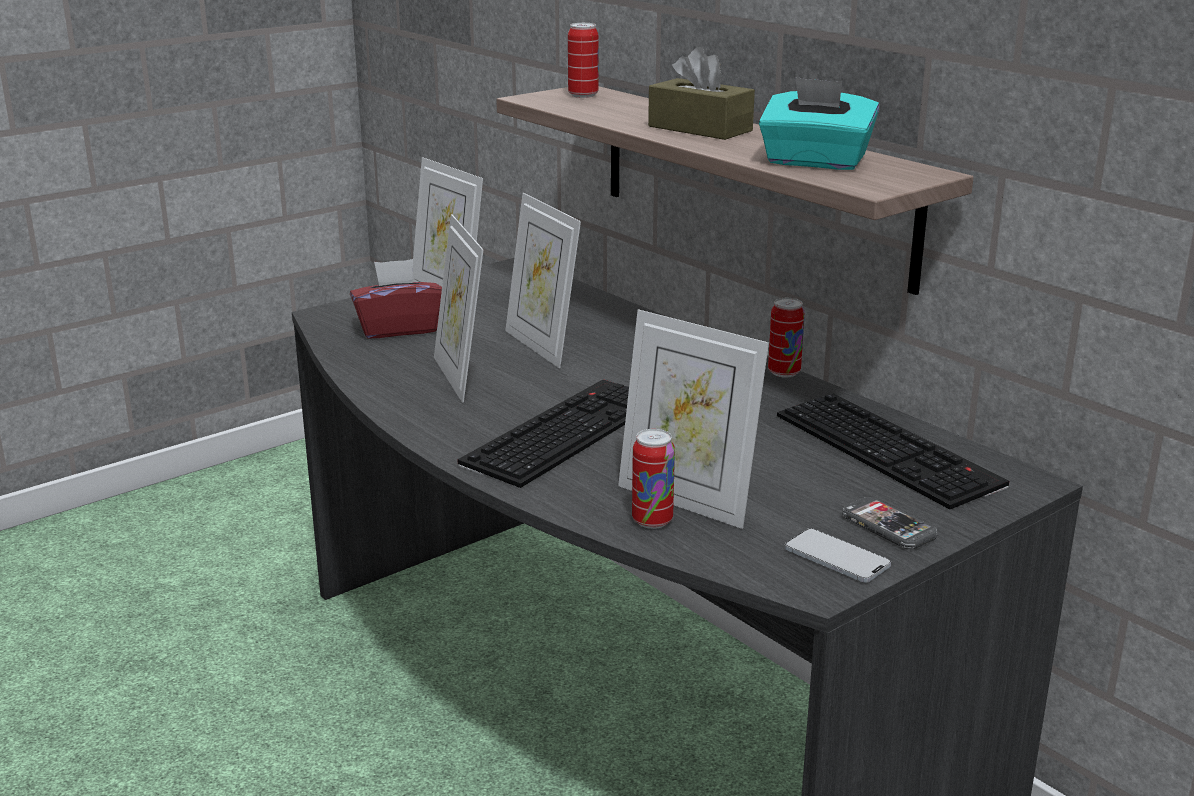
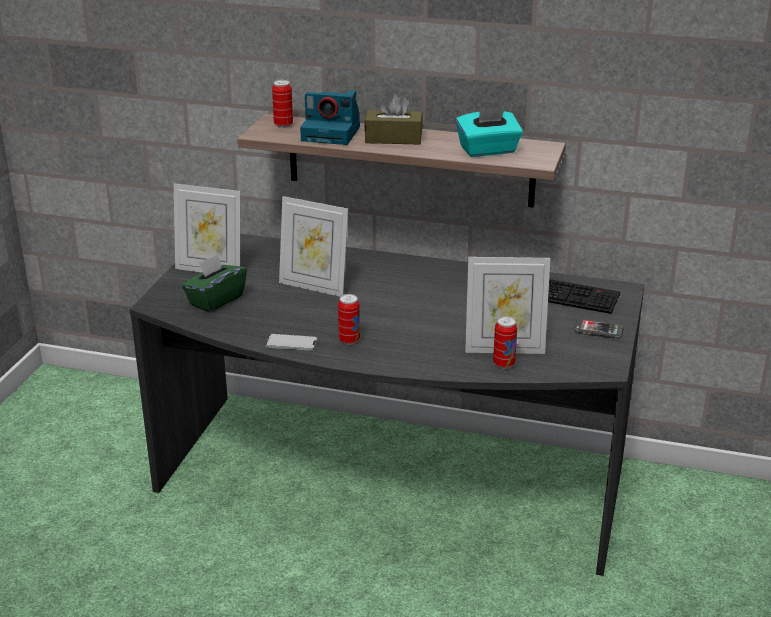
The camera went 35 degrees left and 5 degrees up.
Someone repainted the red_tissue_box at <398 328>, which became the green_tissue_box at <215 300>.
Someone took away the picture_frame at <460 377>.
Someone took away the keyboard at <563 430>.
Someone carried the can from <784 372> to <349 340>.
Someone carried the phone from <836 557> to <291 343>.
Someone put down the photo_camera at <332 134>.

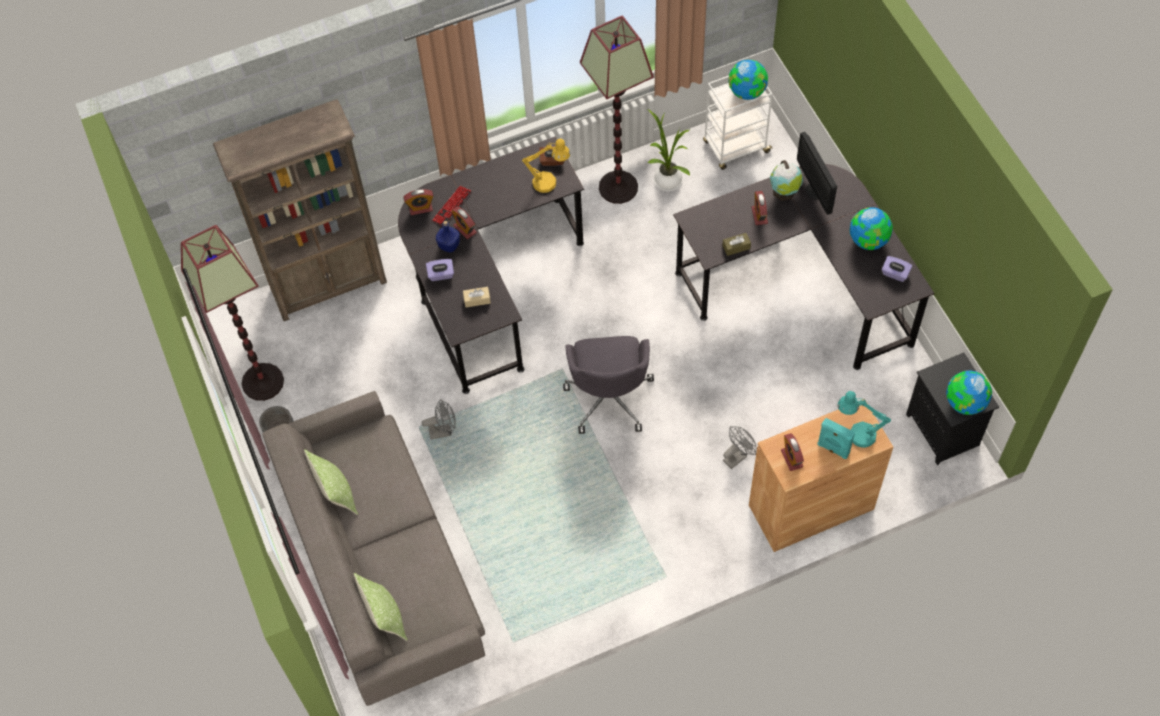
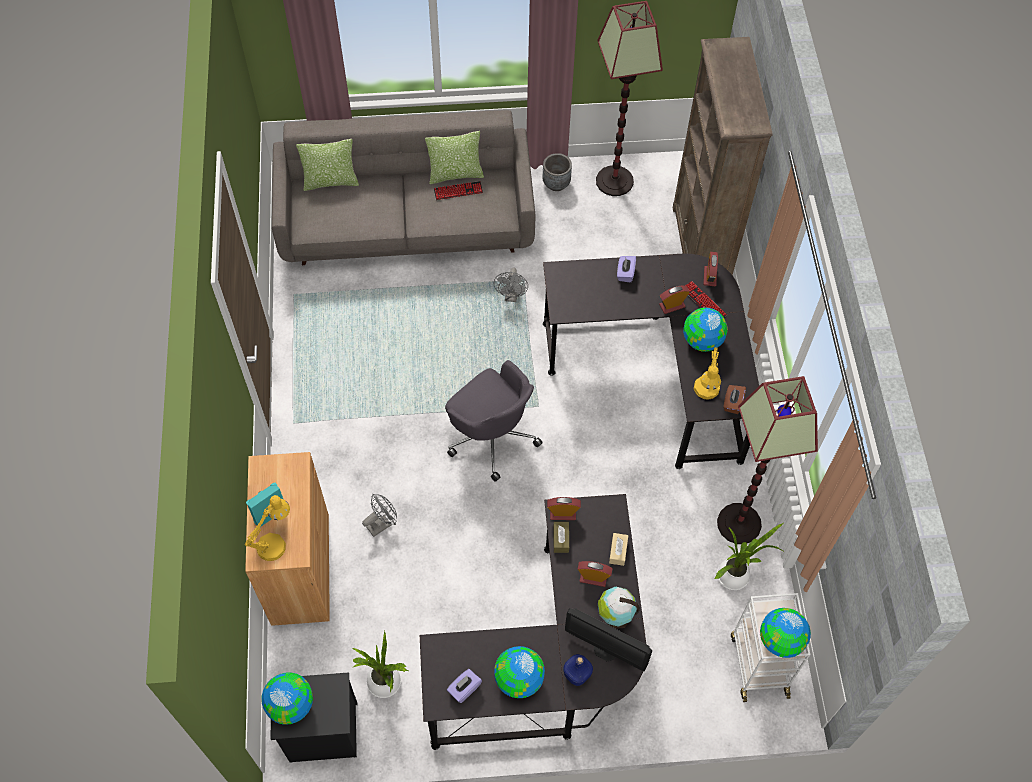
The camera went 105 degrees right and 0 degrees up.
Someone carried the blue_bottle from <449 246> to <576 675>.
Someone carried the beige_tissue_box from <477 300> to <618 551>.
Someone rotated the grey_office_chair at <609 397> by 150 degrees counterclockwise.
Someone rotated the grey_fan at <737 456> by 105 degrees counterclockwise.
Someone carried the alarm_clock from <791 458> to <563 513>.
Someone rotated the monitor at <815 191> by 150 degrees counterclockwise.
Someone repainted the turquoise_table_lamp at <856 433>, which became the yellow_table_lamp at <276 542>.
Someone put down the potted_plant at <386 684>.
Someone put down the keyboard at <458 191>.
Someone put down the globe at <702 341>.

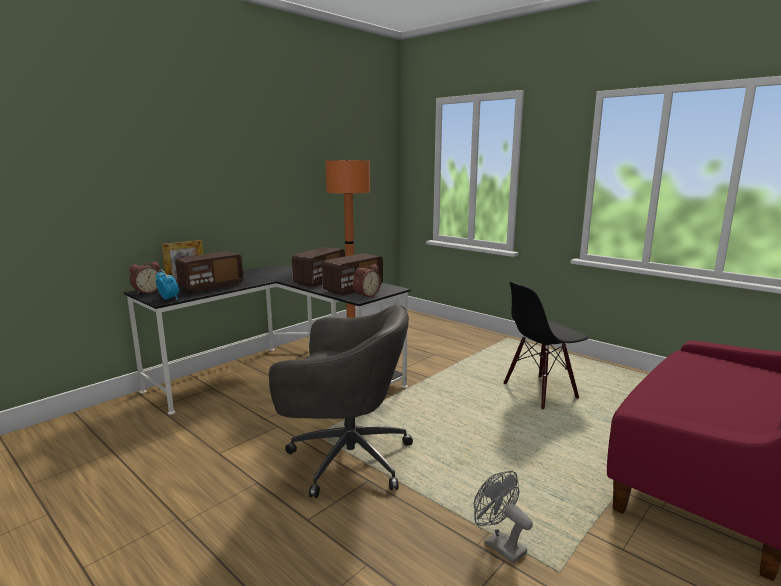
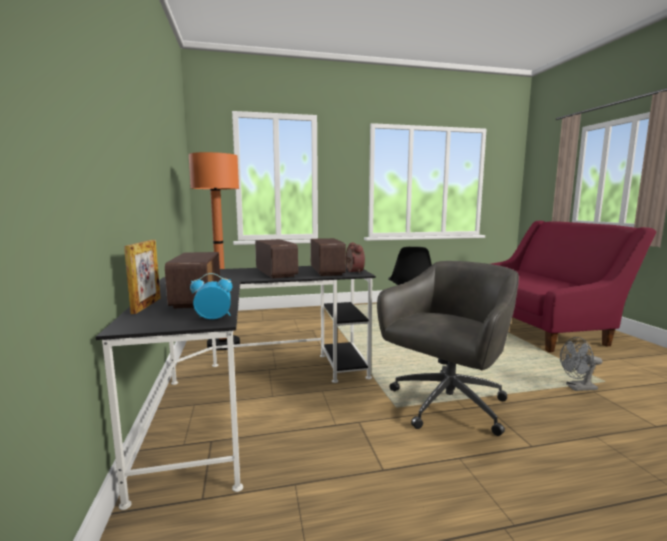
The camera went 55 degrees left and 5 degrees down.
Someone took away the alarm_clock at <147 292>.

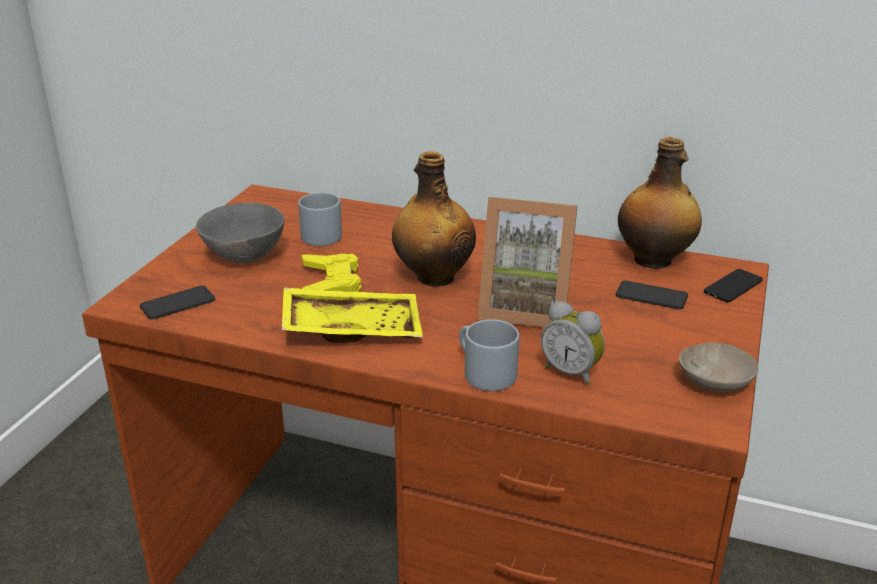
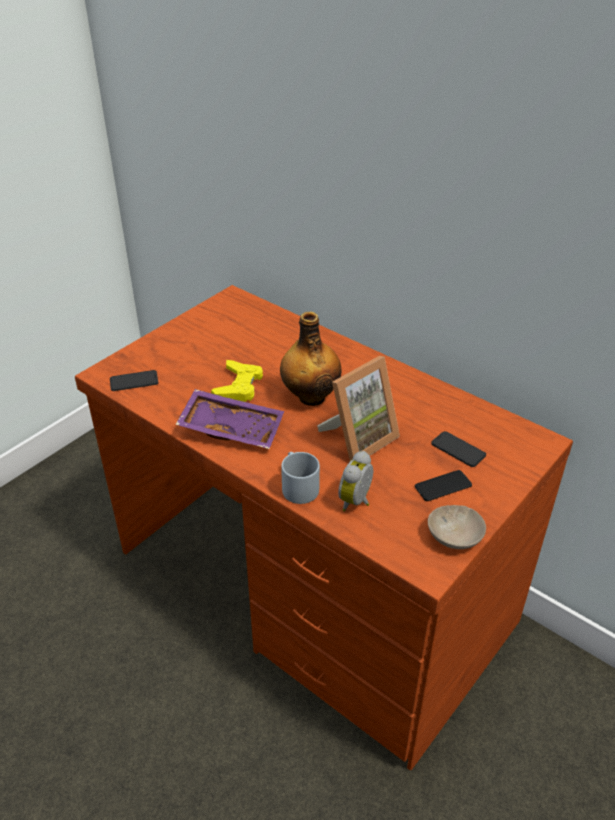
The camera went 20 degrees right and 10 degrees up.
Someone took away the grey_bowl at <244 258>.
Someone repainted the yellow_tray at <352 328>, which became the purple_tray at <232 427>.
Someone took away the grey_mug at <325 234>.
Someone rotated the picture_frame at <525 308> by 75 degrees counterclockwise.
Someone rotated the alarm_clock at <571 372> by 60 degrees clockwise.
Someone took away the bottle at <654 260>.
Someone carried the phone from <733 286> to <443 486>.

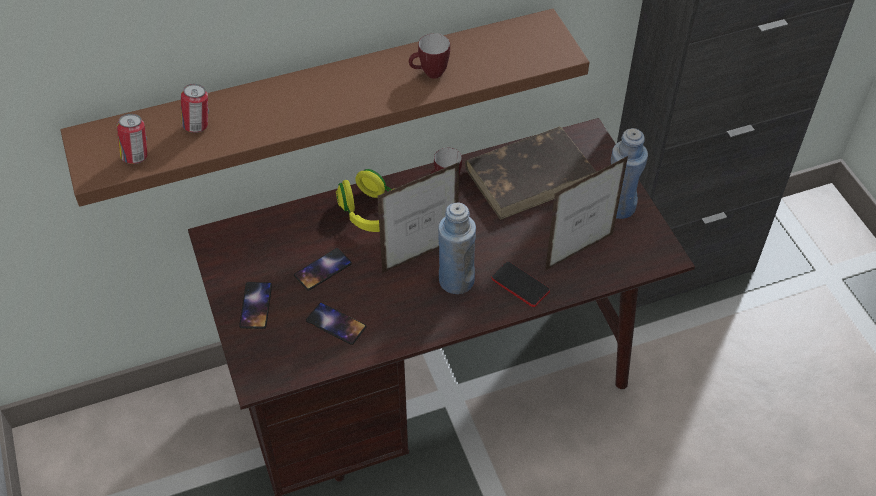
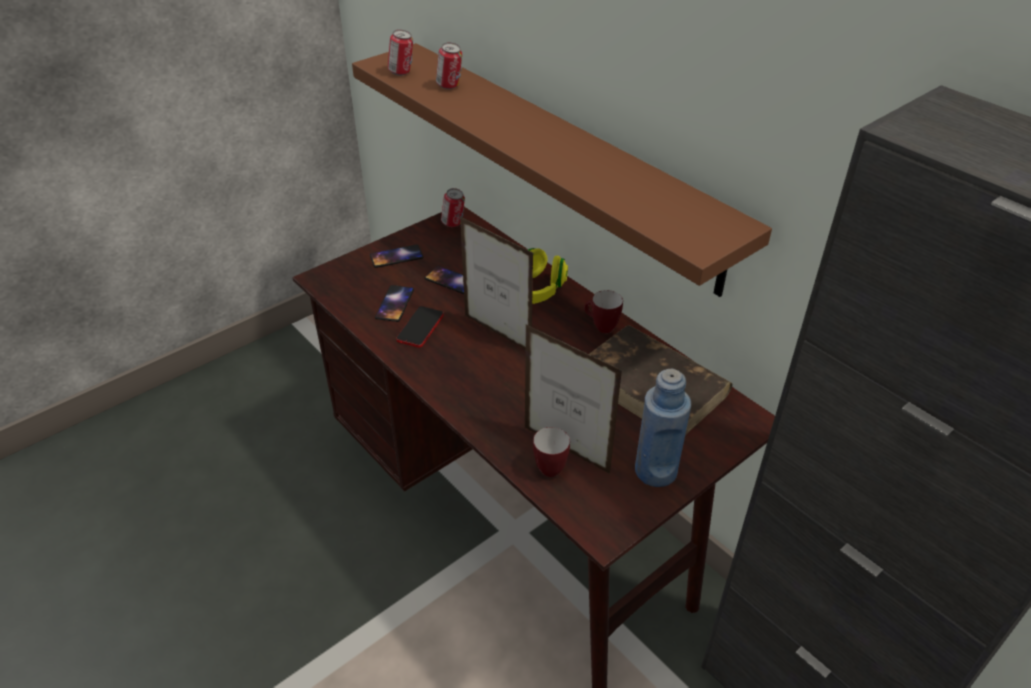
The camera went 70 degrees right and 10 degrees down.
Someone carried the mug from <429 74> to <546 467>.
Someone took away the blue_bottle at <456 280>.
Someone carried the phone from <520 285> to <420 328>.
Someone put down the can at <453 224>.

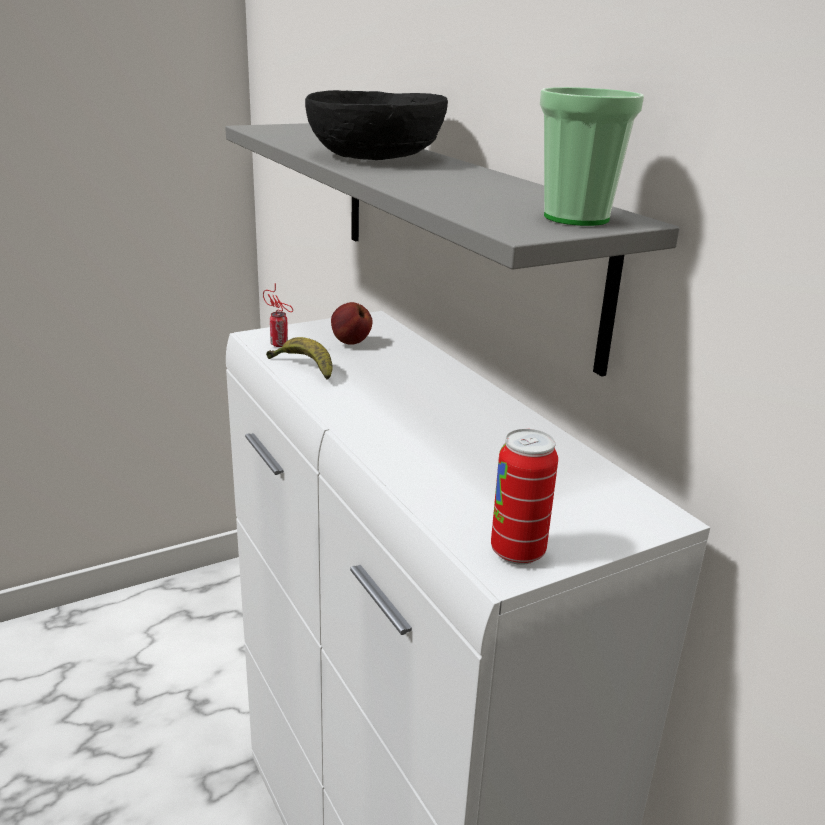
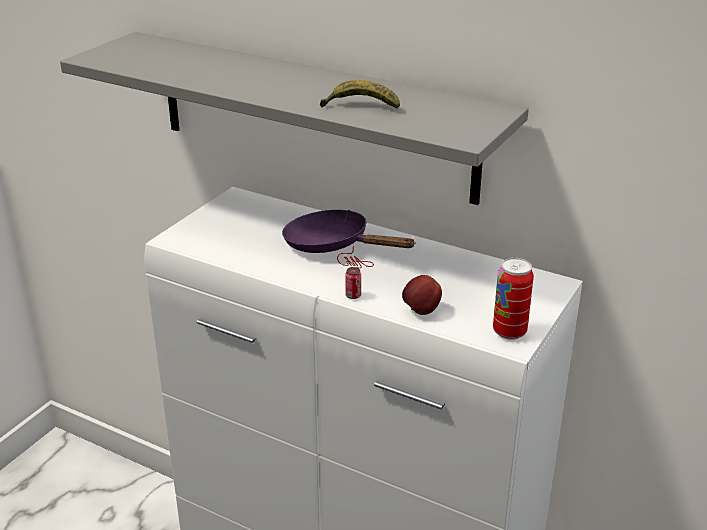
The camera went 30 degrees left and 5 degrees up.
Someone carried the can from <281 345> to <355 296>.
Someone carried the banana from <304 368> to <360 106>.
Someone took away the black_bowl at <375 156>.
Someone carried the apple from <350 342> to <421 311>.
Someone took away the cup at <576 218>.
Someone put down the purple_frying_pan at <333 245>.

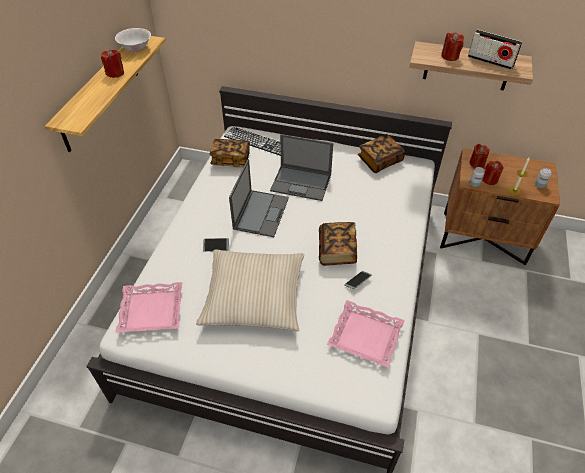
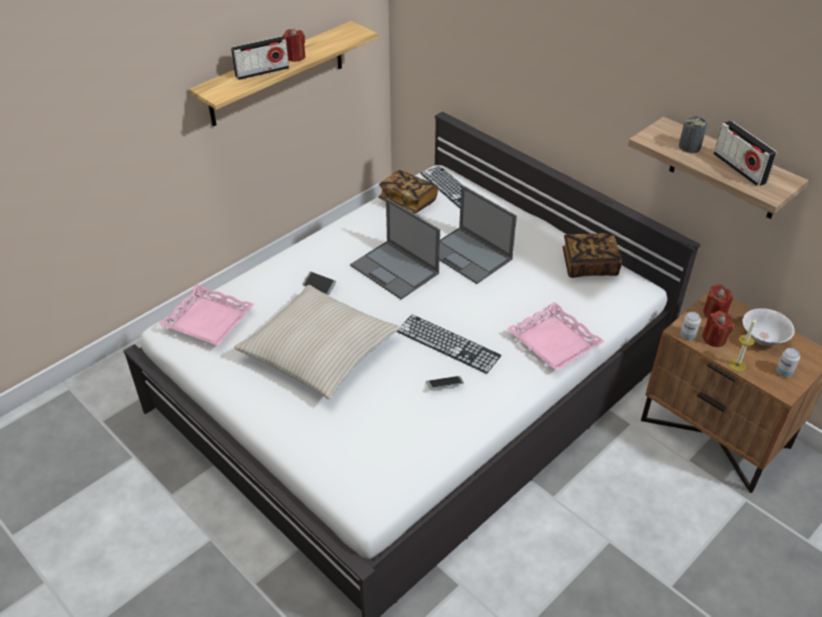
The camera went 30 degrees right and 5 degrees down.
Someone carried the white_bowl from <136 48> to <763 338>.
Someone rotated the laptop at <261 212> by 90 degrees clockwise.
Someone swapped the book at <337 251> for the keyboard at <448 343>.
Someone carried the pink_tray from <365 336> to <553 342>.
Someone swapped the red_candle at <450 56> for the can at <689 147>.
Someone put down the radio at <262 72>.

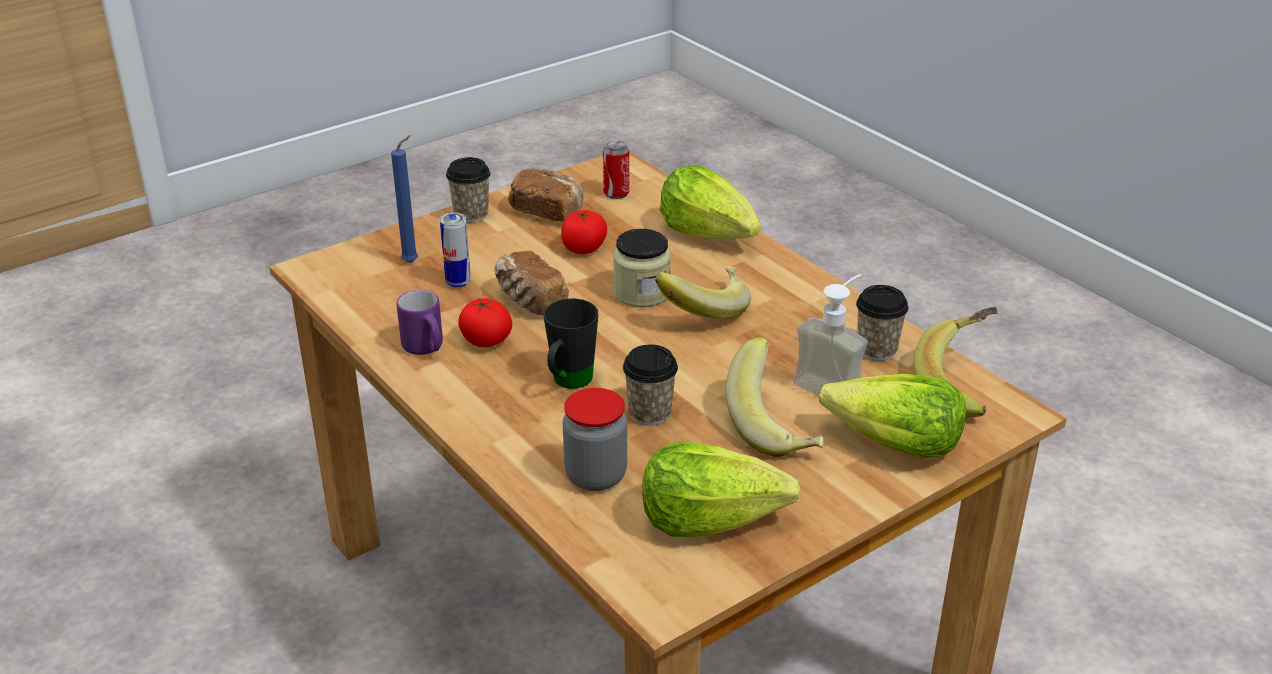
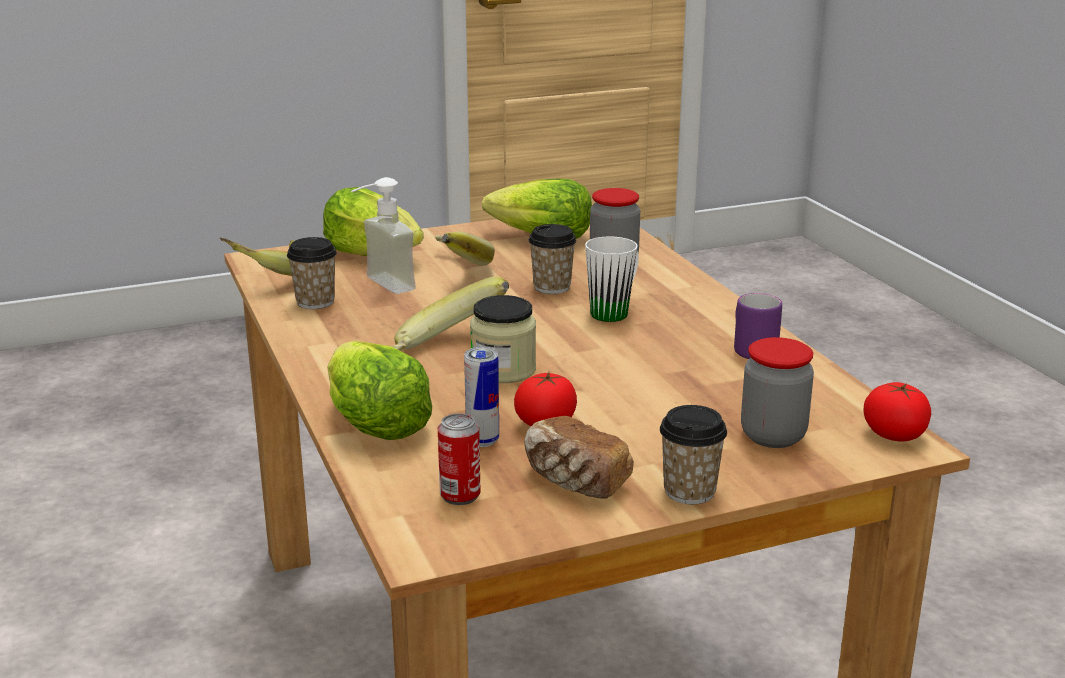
The camera went 165 degrees left and 10 degrees down.
Someone swapped the blue_candle at <412 262> for the jar at <773 436>.
Someone carried the can from <458 283> to <482 441>.
Someone carried the tomato from <486 341> to <894 434>.
Someone took away the bread at <529 300>.
Someone repainted the black_mug at <568 383>, which became the white_mug at <615 311>.

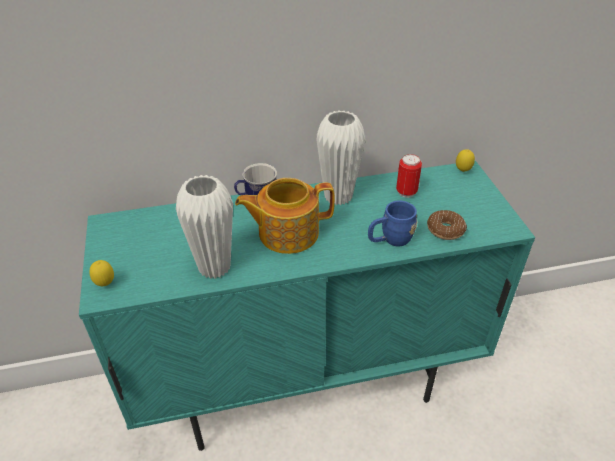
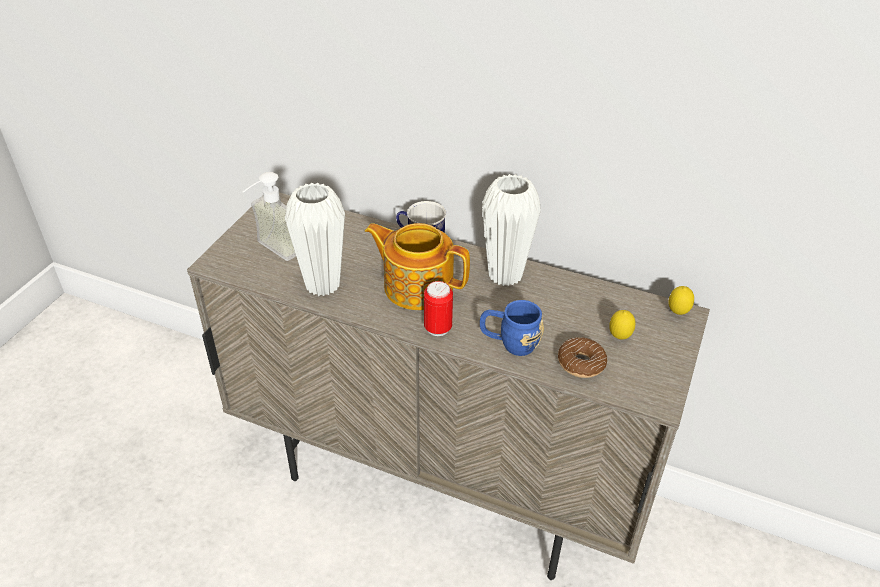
The camera went 35 degrees right and 0 degrees up.
Someone repainted the turquoise_cabinet at <308 384>, which became the beige_cabinet at <440 483>.
Someone carried the lemon from <105 284> to <619 337>.
Someone carried the can from <406 192> to <437 328>.
Someone put down the soap_dispenser at <271 252>.

